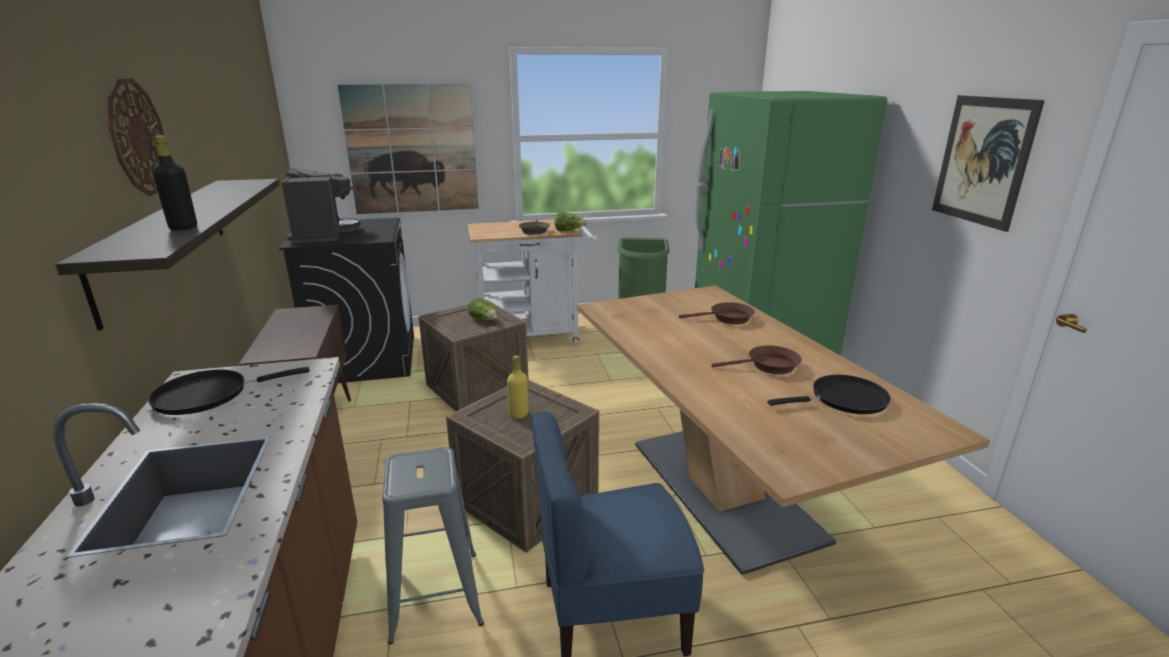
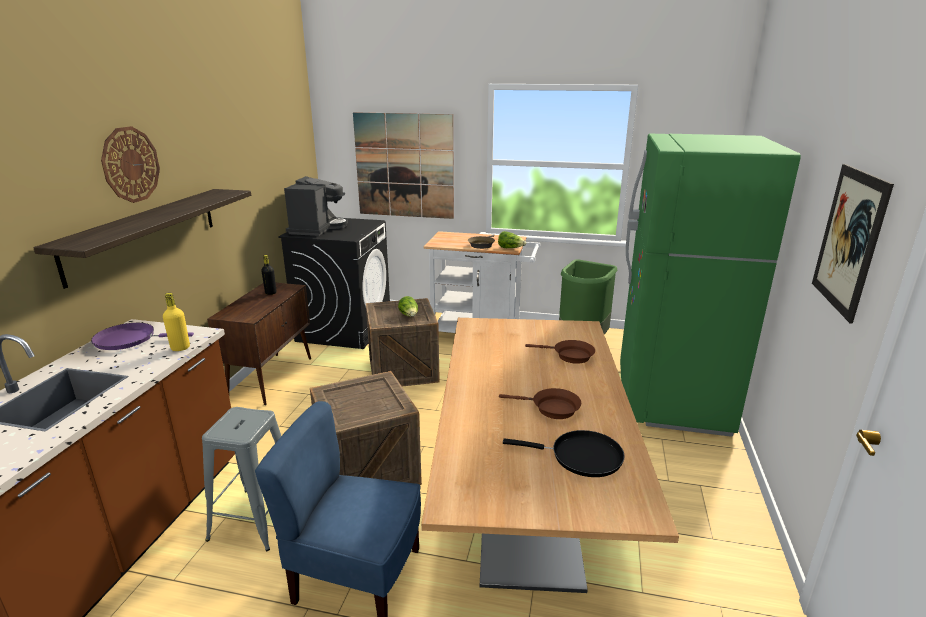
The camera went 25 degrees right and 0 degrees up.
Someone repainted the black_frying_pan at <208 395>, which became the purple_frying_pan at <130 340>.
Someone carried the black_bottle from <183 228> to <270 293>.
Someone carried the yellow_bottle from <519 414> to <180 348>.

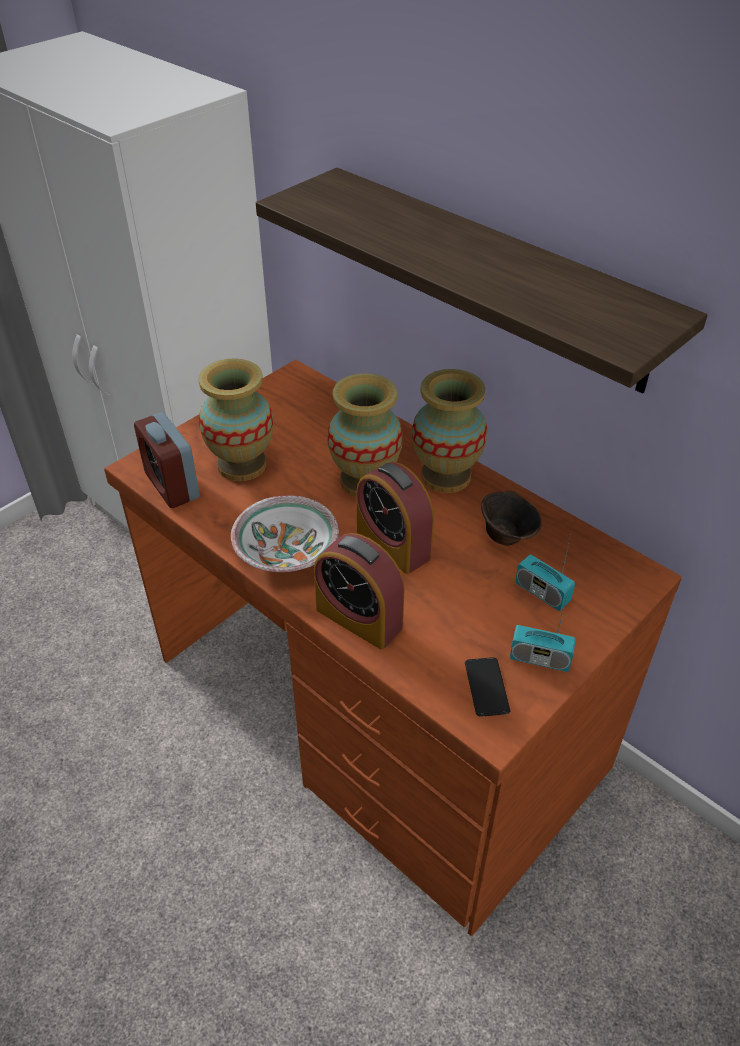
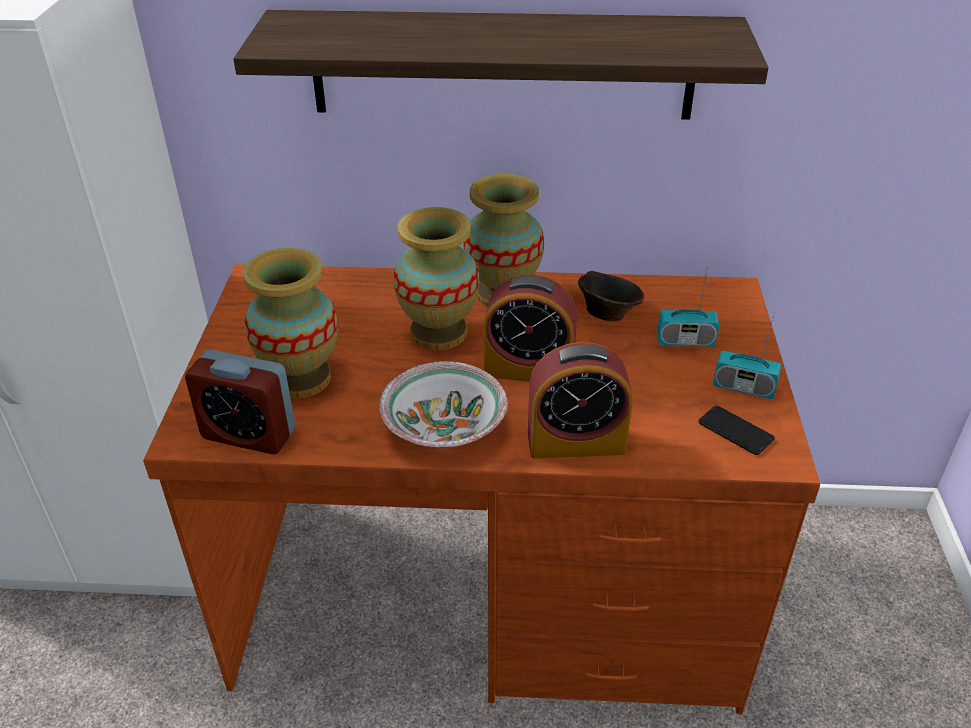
The camera went 40 degrees left and 5 degrees down.
Someone rotated the radio at <540 658> by 45 degrees clockwise.

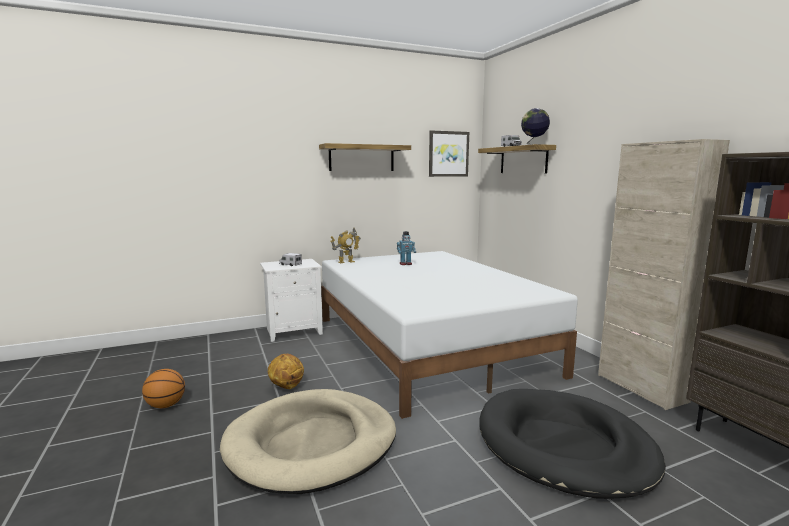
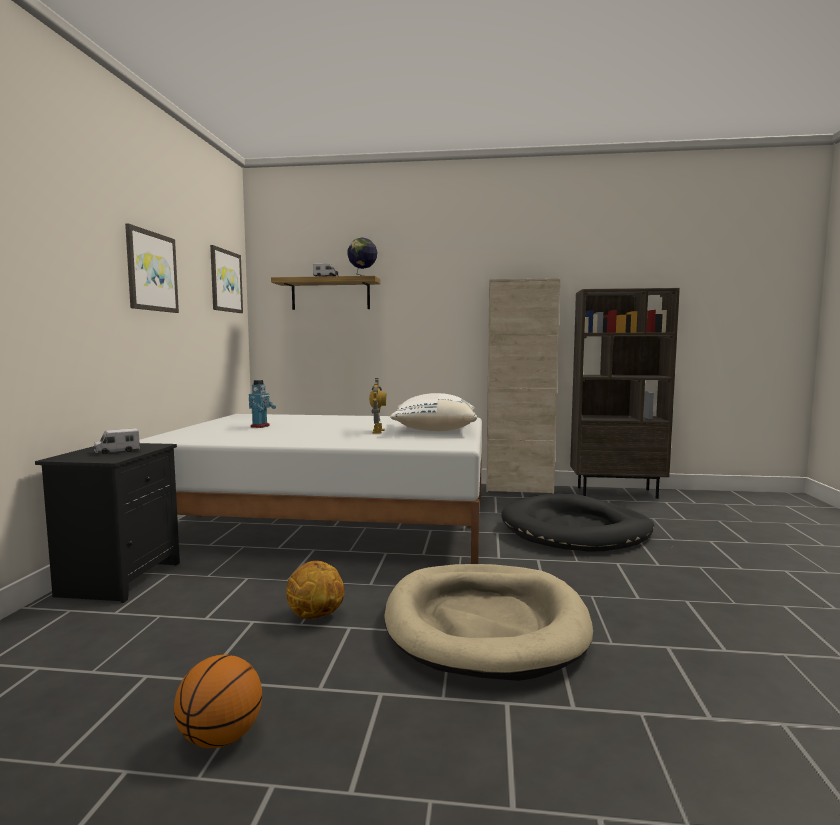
The camera went 60 degrees left and 5 degrees down.
Someone repainted the white_nightstand at <294 331>, which became the black_nightstand at <119 578>.
Someone swapped the shelf at <361 158> for the picture at <151 271>.
Someone carried the toy_robot from <346 262> to <377 431>.
Someone put down the white_pillow at <434 430>.

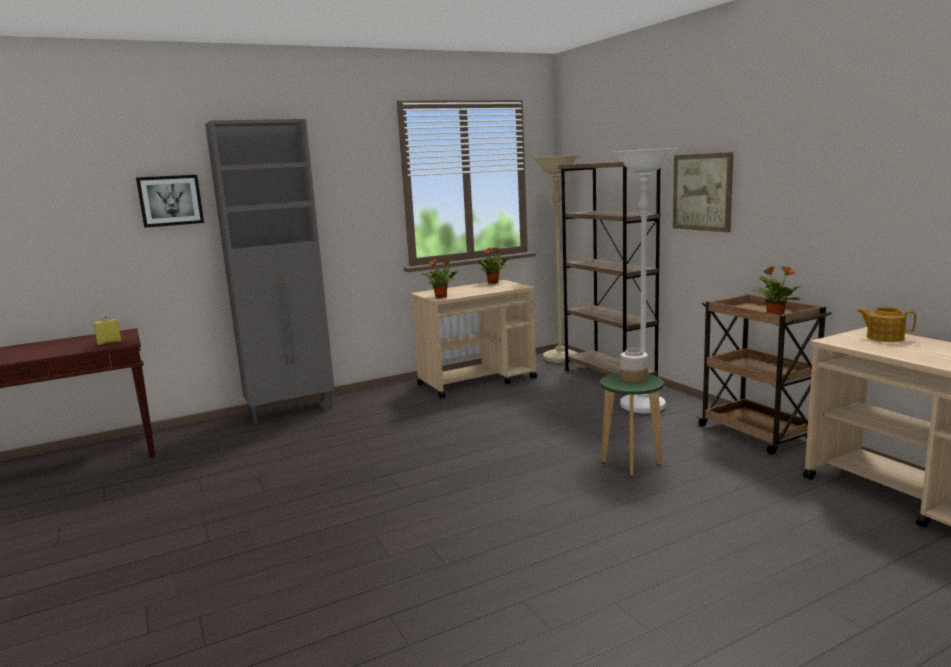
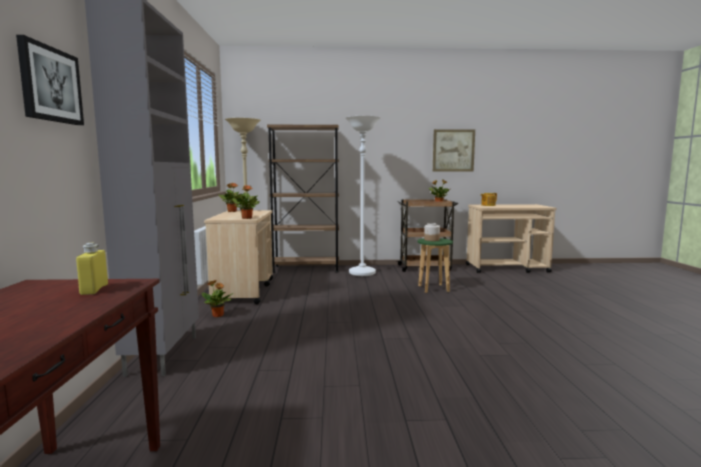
The camera went 65 degrees left and 5 degrees down.
Someone carried the picture from <702 192> to <453 150>.
Someone put down the potted_plant at <218 315>.

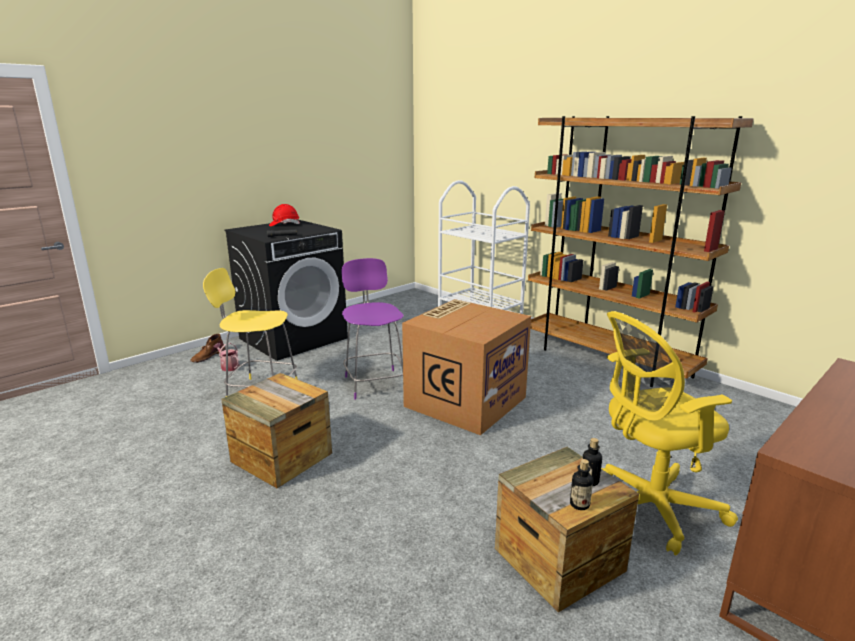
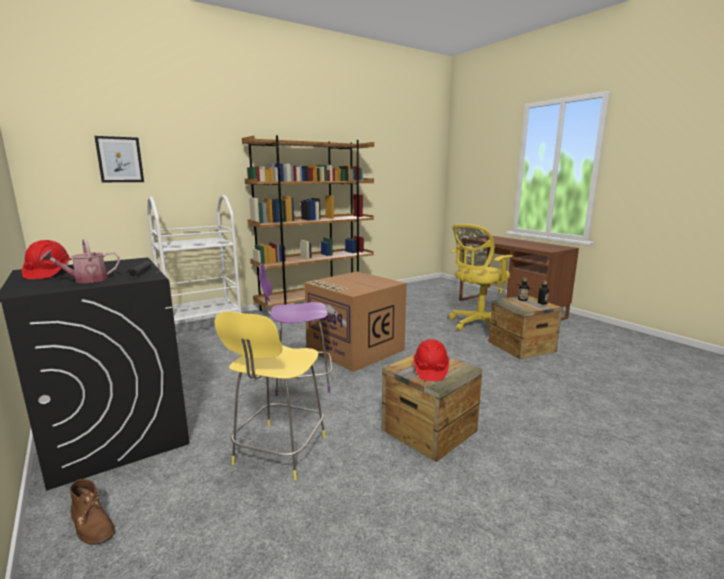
The camera went 80 degrees left and 5 degrees down.
Someone carried the watering_can from <228 366> to <86 280>.
Someone rotated the yellow_office_chair at <648 509> by 60 degrees clockwise.
Someone put up the picture at <120 159>.
Someone put down the red_hard_hat at <430 370>.

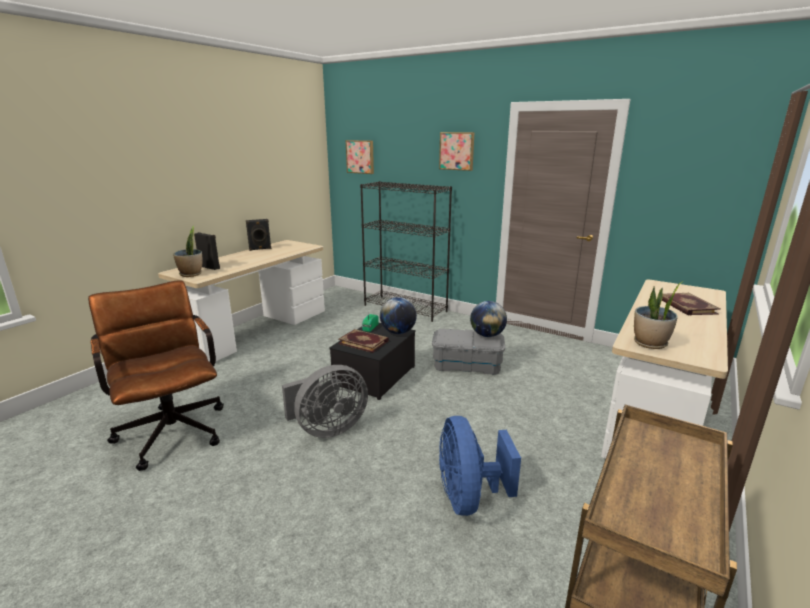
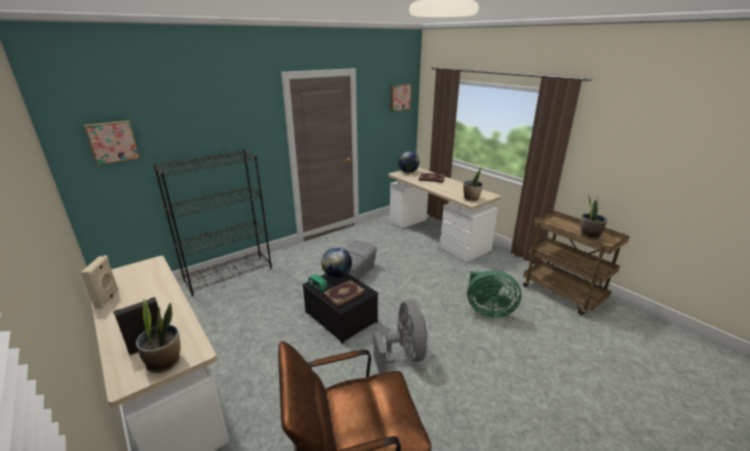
The camera went 70 degrees left and 5 degrees up.
Someone repainted the black_speaker at <260 249>, which became the beige_speaker at <108 299>.
Someone carried the picture from <457 151> to <400 97>.
Someone repainted the blue_fan at <469 497>, which became the green_fan at <488 310>.
Someone carried the globe from <487 335> to <408 172>.
Someone put down the potted_plant at <589 235>.

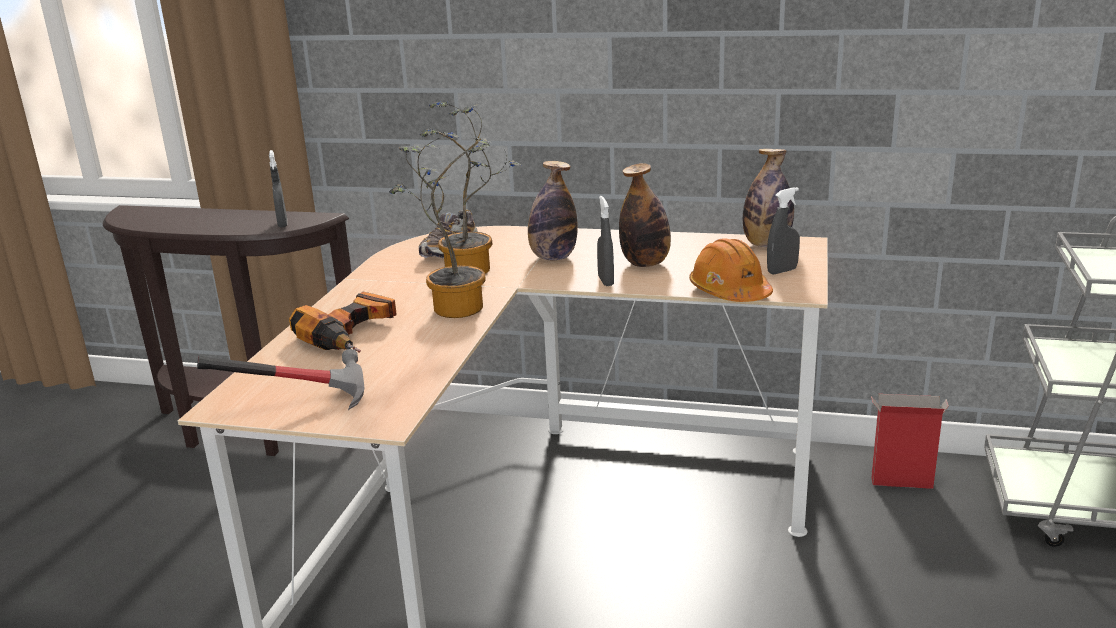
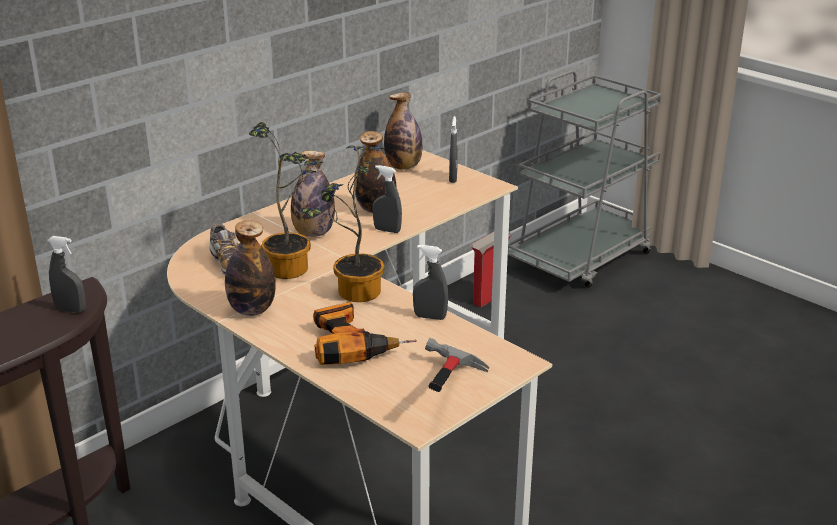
The camera went 60 degrees left and 5 degrees up.
Someone took away the orange_hard_hat at <729 292>.
Someone put down the bottle at <252 310>.
Someone put down the grey_spray_bottle at <430 317>.

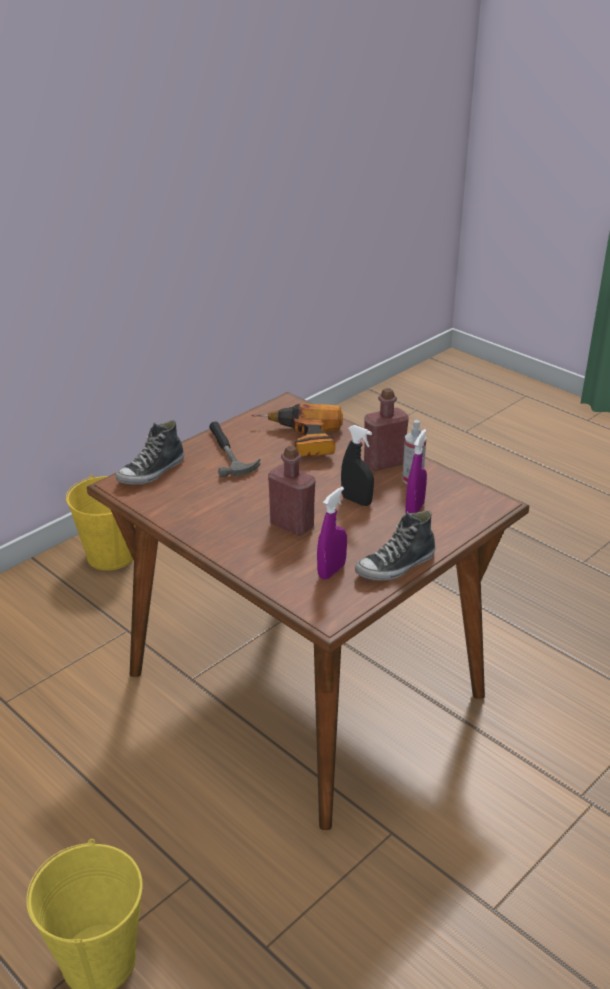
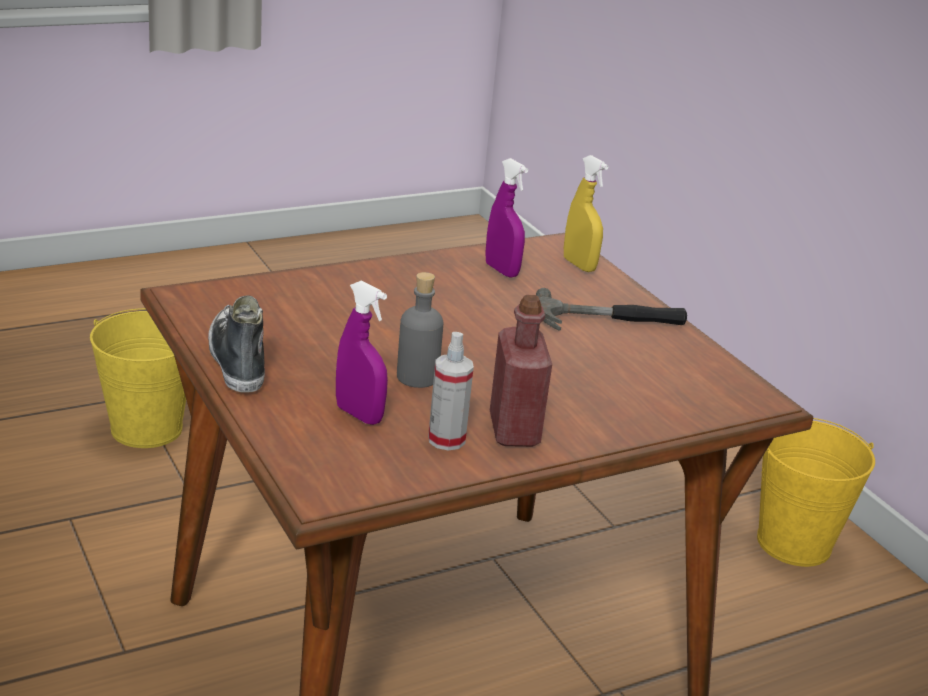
The camera went 105 degrees right and 5 degrees down.
Someone swapped the shoe at <152 472> for the yellow_spray_bottle at <579 265>.
Someone took away the power_drill at <302 441>.
Someone took away the red_bottle at <292 525>.
Someone carried the purple_spray_bottle from <331 571> to <501 270>.
Someone swapped the black_spray_bottle at <356 501> for the grey_bottle at <417 377>.

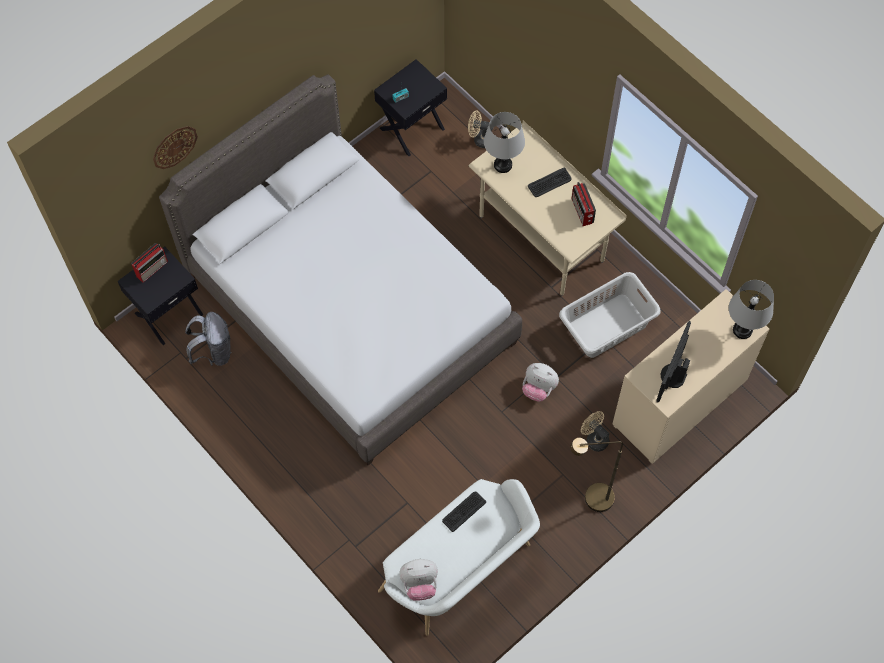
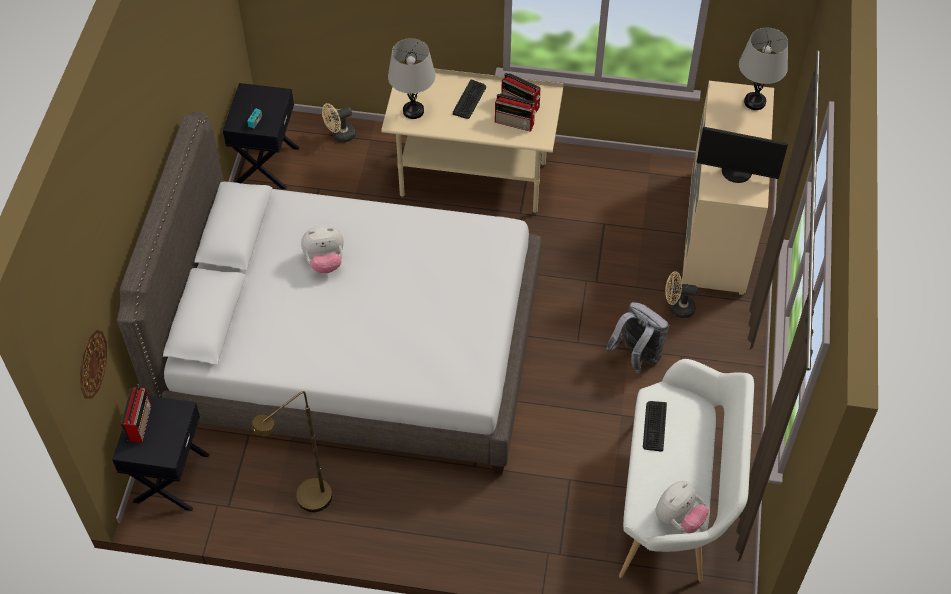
The camera went 40 degrees left and 10 degrees down.
Someone carried the wall_clock from <174 147> to <92 364>.
Someone carried the grey_backpack from <214 352> to <636 356>.
Someone carried the plush_toy from <538 388> to <325 262>.
Someone took away the grey_laundry_basket at <607 326>.
Someone carried the brown_floor_lamp from <591 500> to <307 503>.
Someone rotated the monitor at <672 375> by 60 degrees counterclockwise.
Someone put down the radio at <515 122>.

